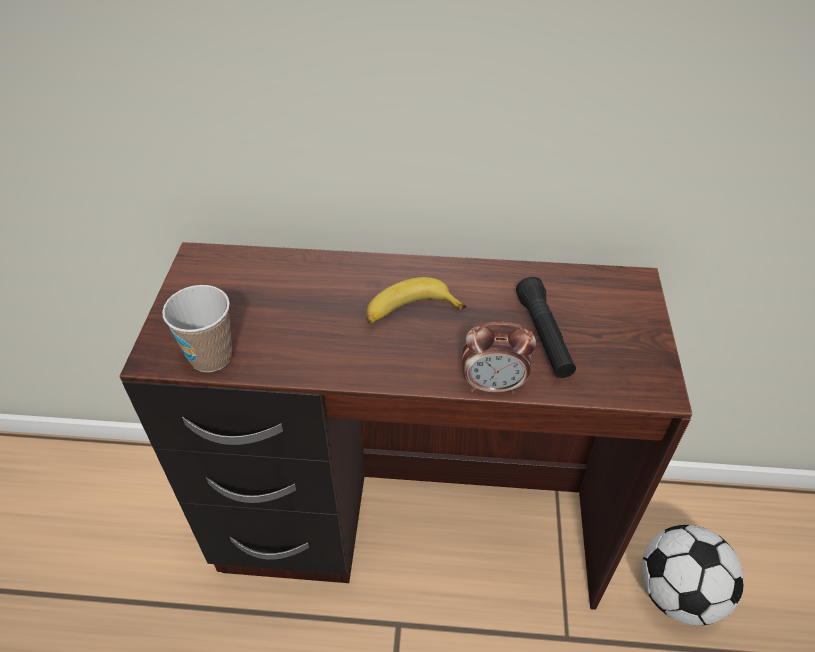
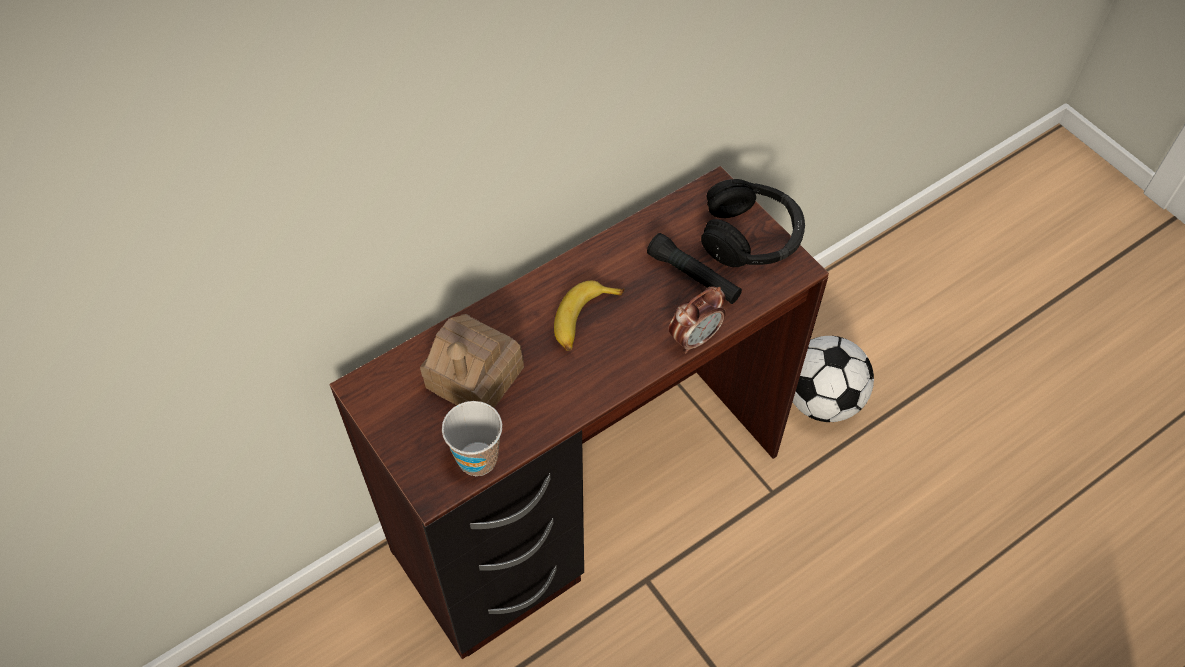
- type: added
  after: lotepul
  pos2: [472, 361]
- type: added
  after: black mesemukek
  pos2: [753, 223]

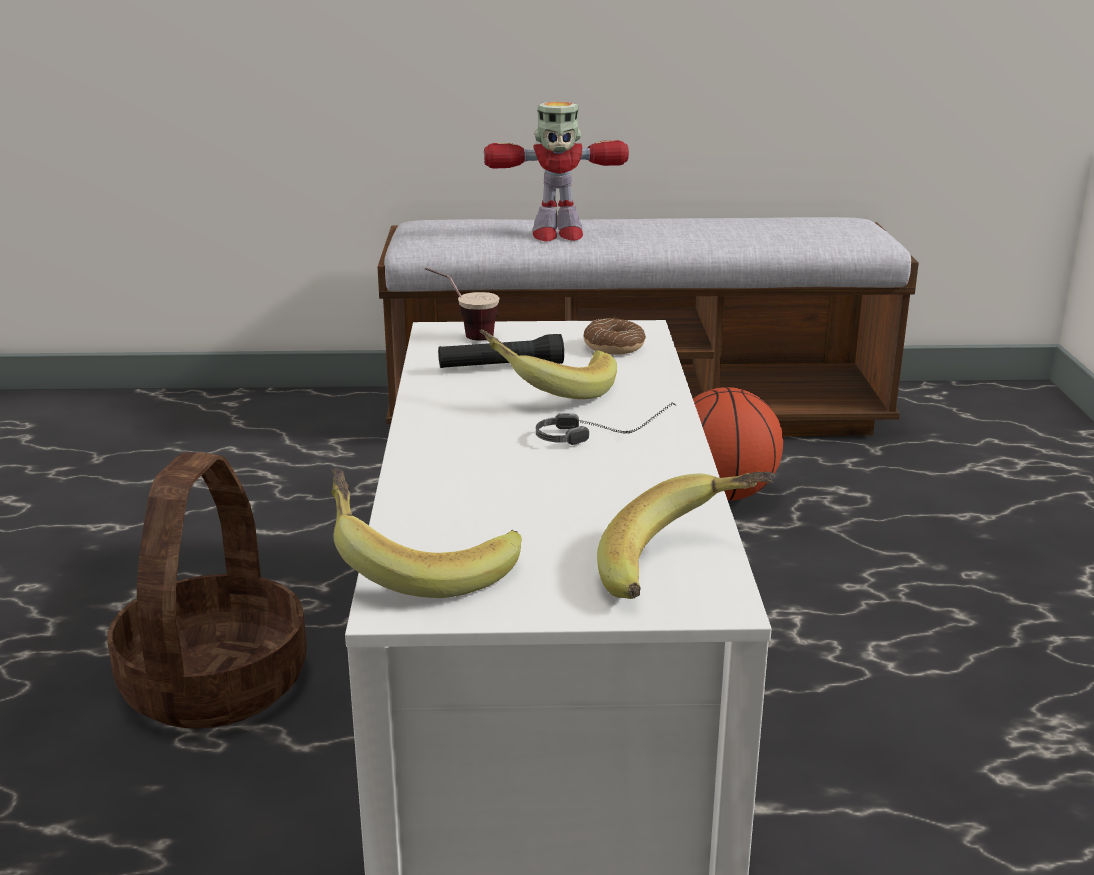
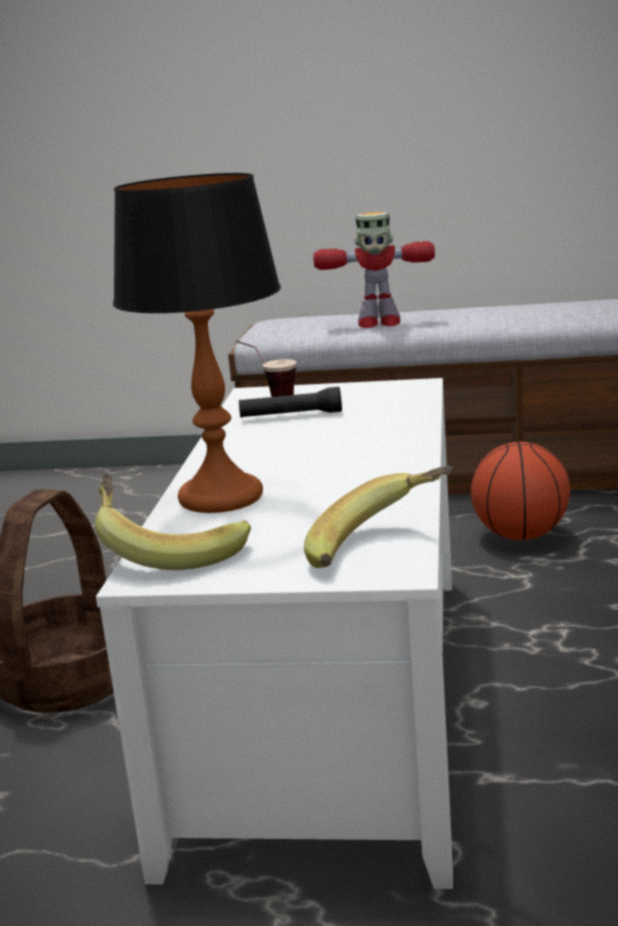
- type: removed
  before: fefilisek
  pos1: [548, 364]
- type: removed
  before: mesemukek
  pos1: [606, 424]
- type: removed
  before: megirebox
  pos1: [614, 336]
- type: added
  after: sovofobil
  pos2: [197, 343]

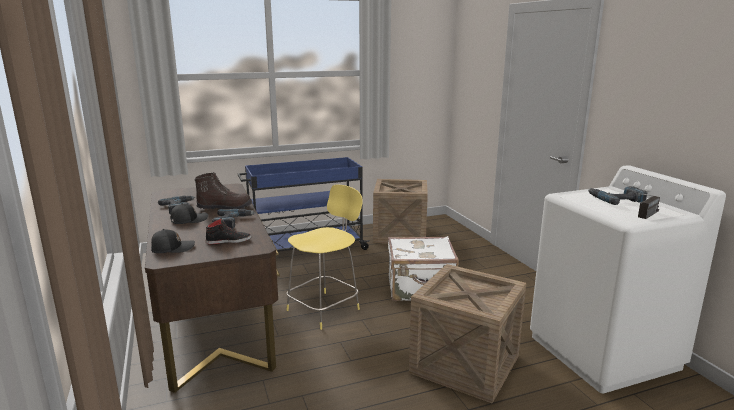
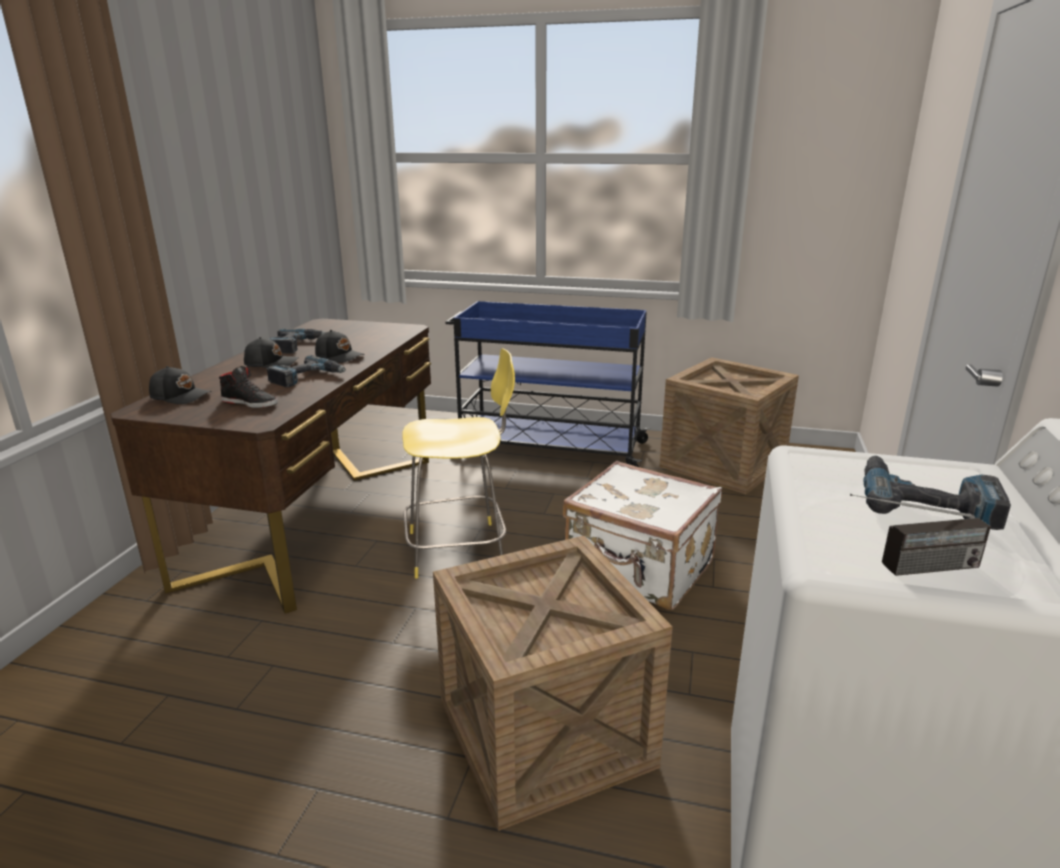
- type: replaced
  before: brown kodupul
  after: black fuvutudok
  pos1: [223, 190]
  pos2: [340, 346]

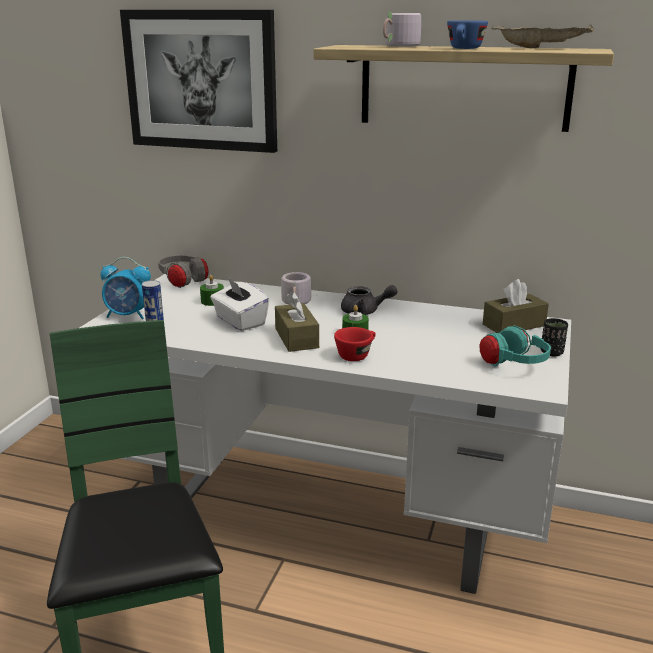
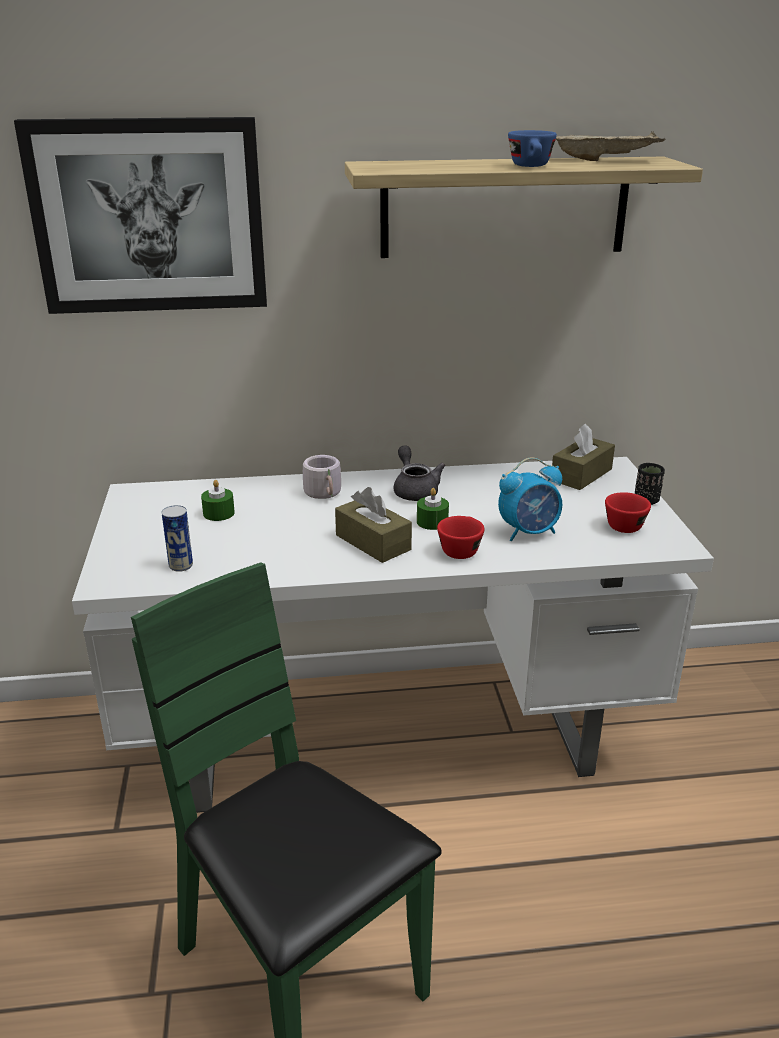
- type: moved
  before: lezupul
  pos1: [126, 288]
  pos2: [530, 499]
- type: removed
  before: grey mesemukek
  pos1: [183, 271]
- type: removed
  before: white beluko
  pos1: [239, 304]
- type: turned
  before: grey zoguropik
  pos1: [369, 300]
  pos2: [419, 473]
  turn: -90
- type: removed
  before: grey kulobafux
  pos1: [407, 29]
- type: replaced
  before: turquoise mesemukek
  after: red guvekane
  pos1: [515, 346]
  pos2: [628, 512]

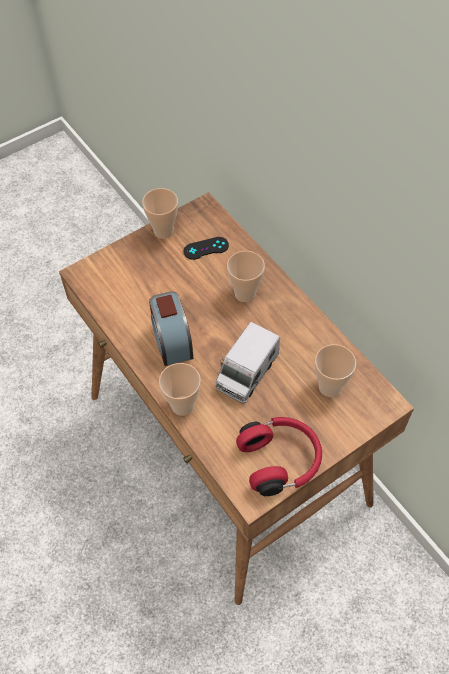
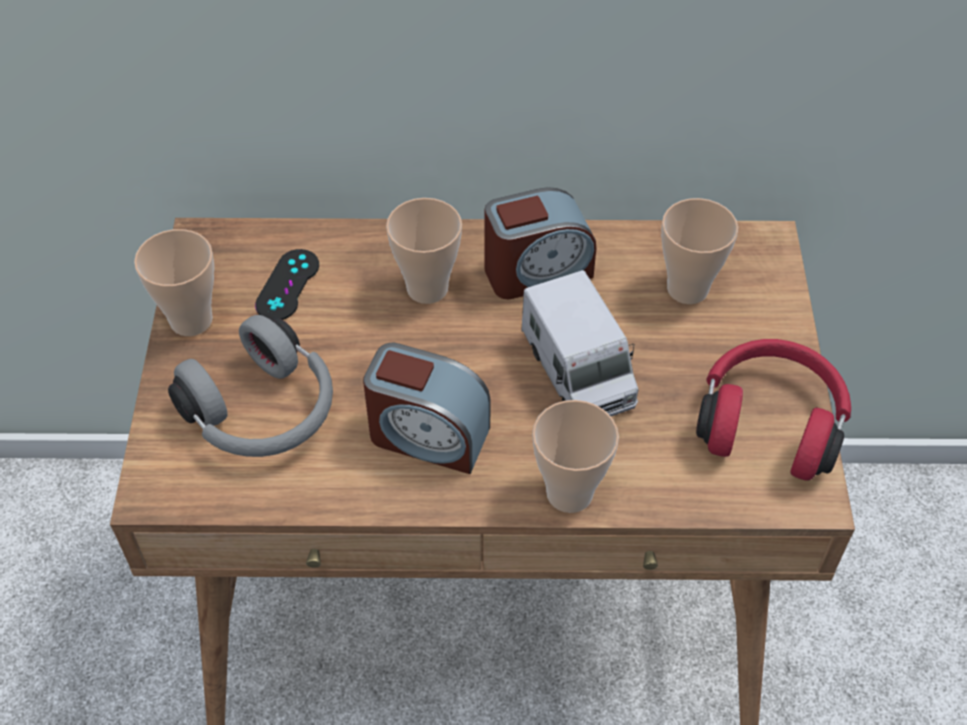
- type: added
  after: grey mesemukek
  pos2: [250, 386]
- type: added
  after: lezupul
  pos2: [540, 243]

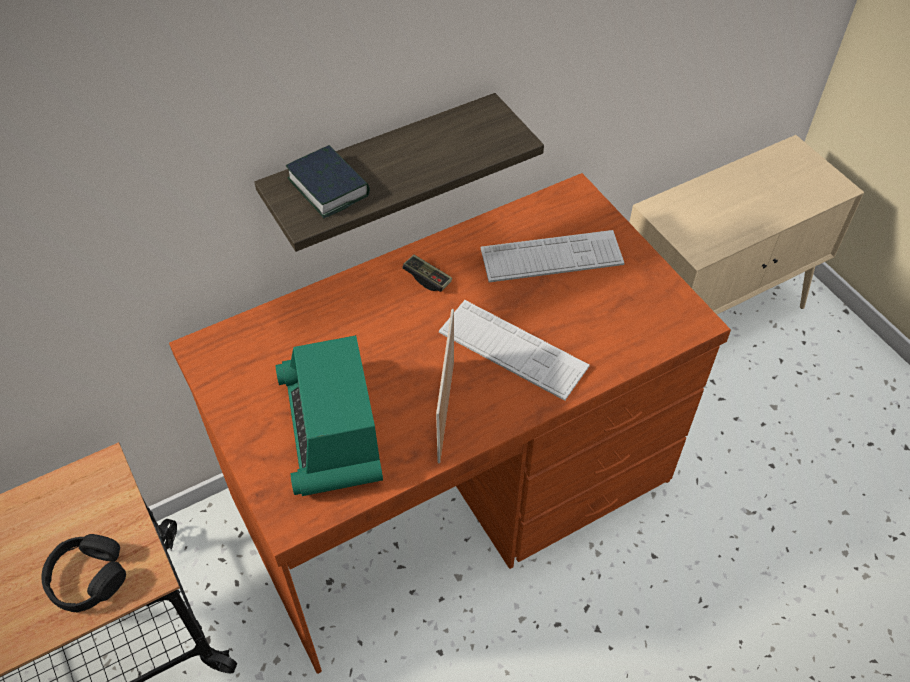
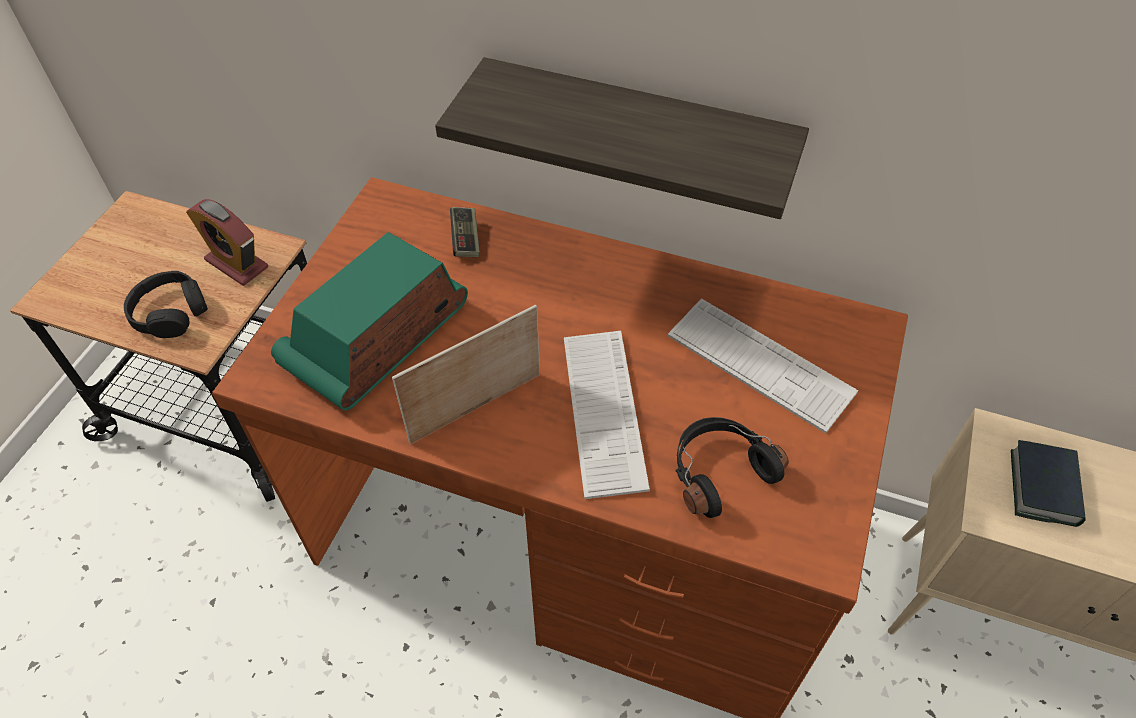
- type: moved
  before: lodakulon
  pos1: [328, 181]
  pos2: [1048, 483]
- type: moved
  before: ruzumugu
  pos1: [427, 273]
  pos2: [465, 232]
- type: added
  after: lezupul
  pos2: [227, 242]
- type: added
  after: black mesemukek
  pos2: [732, 467]

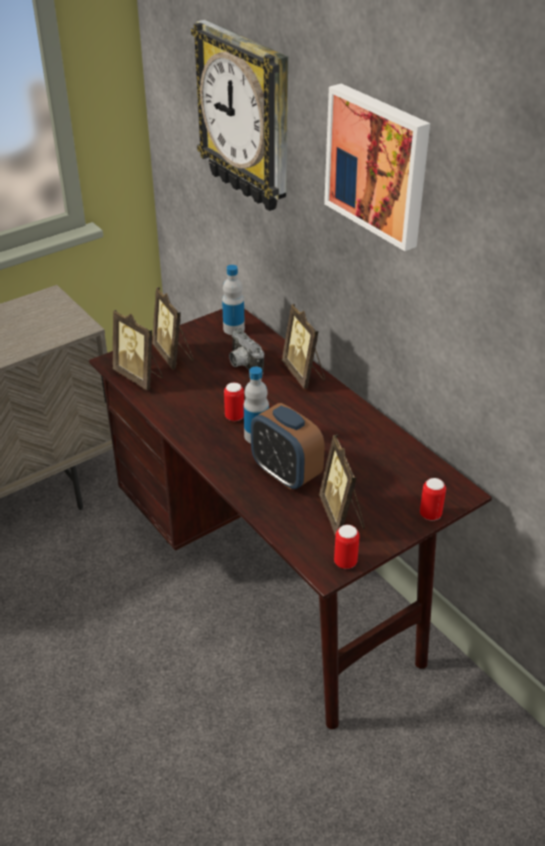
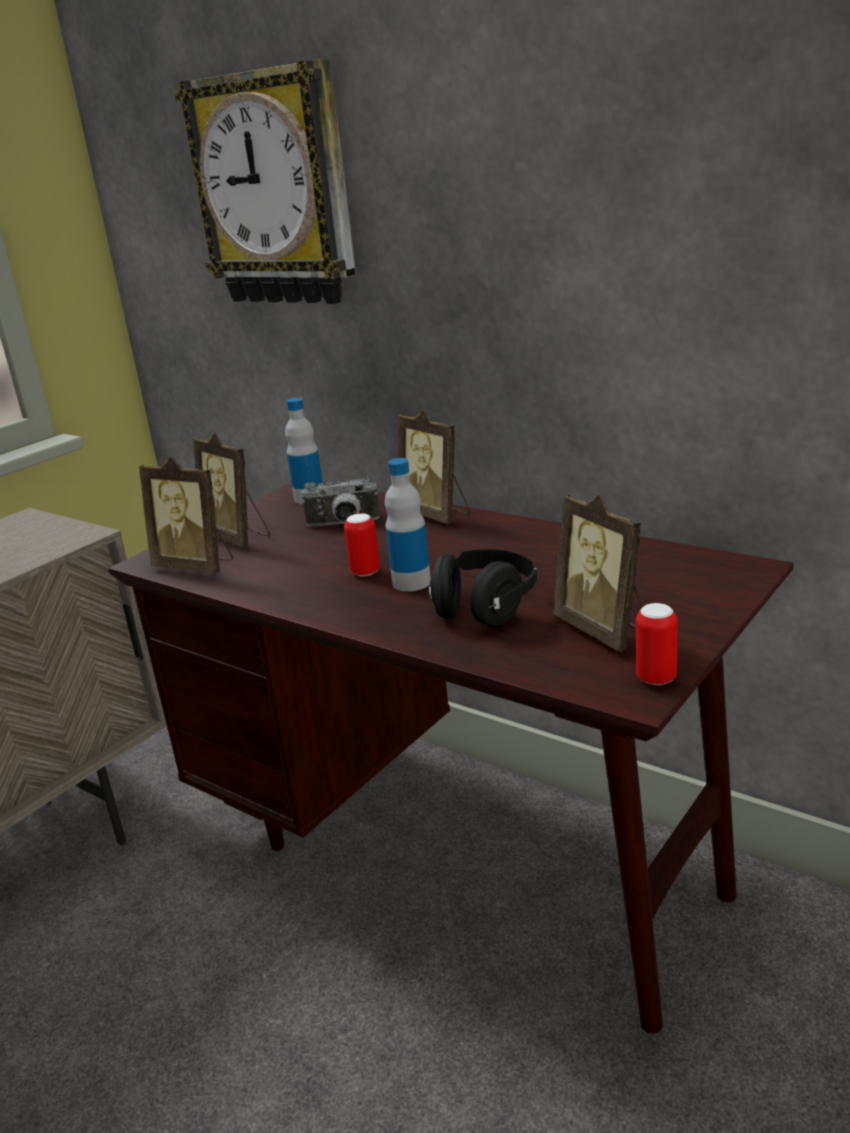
- type: turned
  before: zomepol
  pos1: [246, 351]
  pos2: [340, 502]
  turn: -45
- type: replaced
  before: lezupul
  after: black mesemukek
  pos1: [288, 446]
  pos2: [482, 588]
- type: removed
  before: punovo
  pos1: [377, 167]
- type: removed
  before: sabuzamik
  pos1: [433, 499]

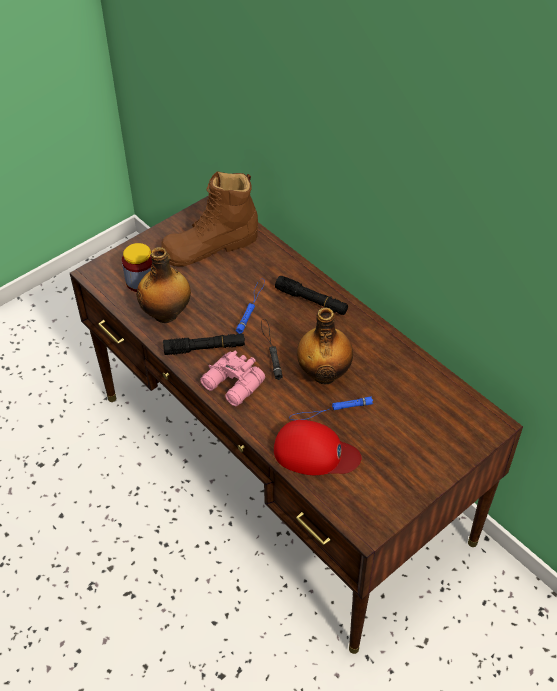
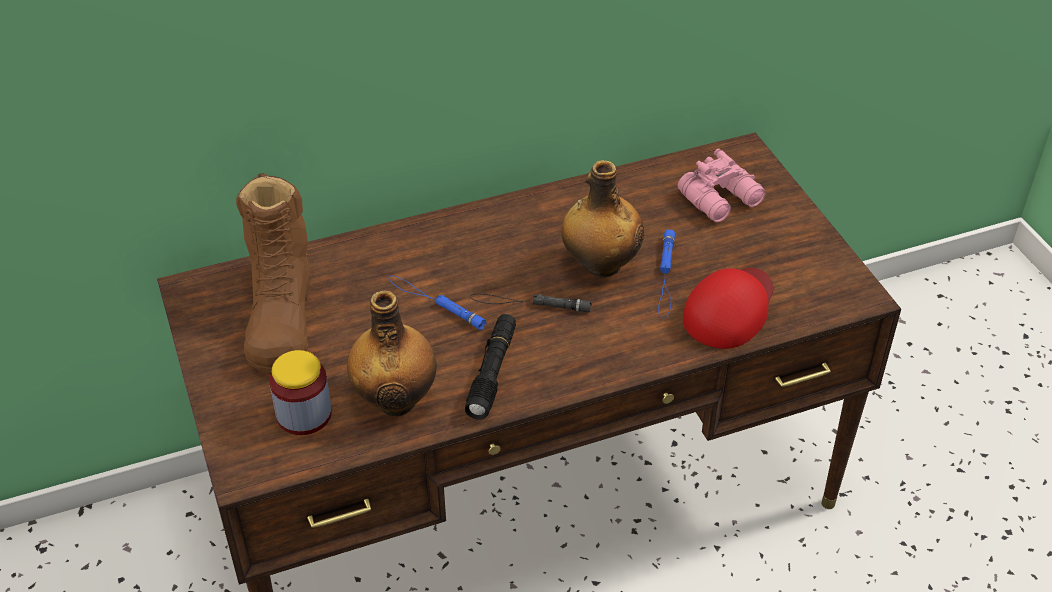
- type: moved
  before: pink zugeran
  pos1: [232, 378]
  pos2: [721, 185]
- type: removed
  before: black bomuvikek
  pos1: [311, 295]

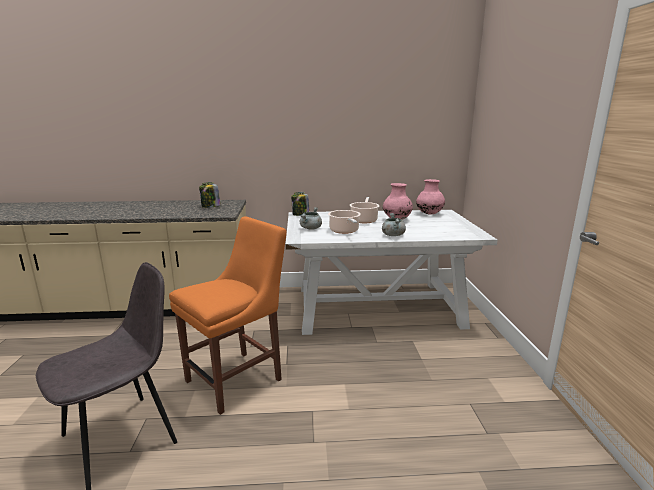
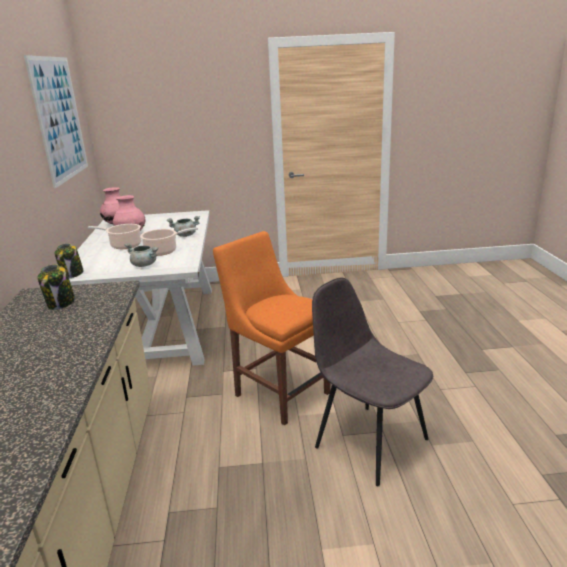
- type: added
  after: punovo
  pos2: [56, 121]

